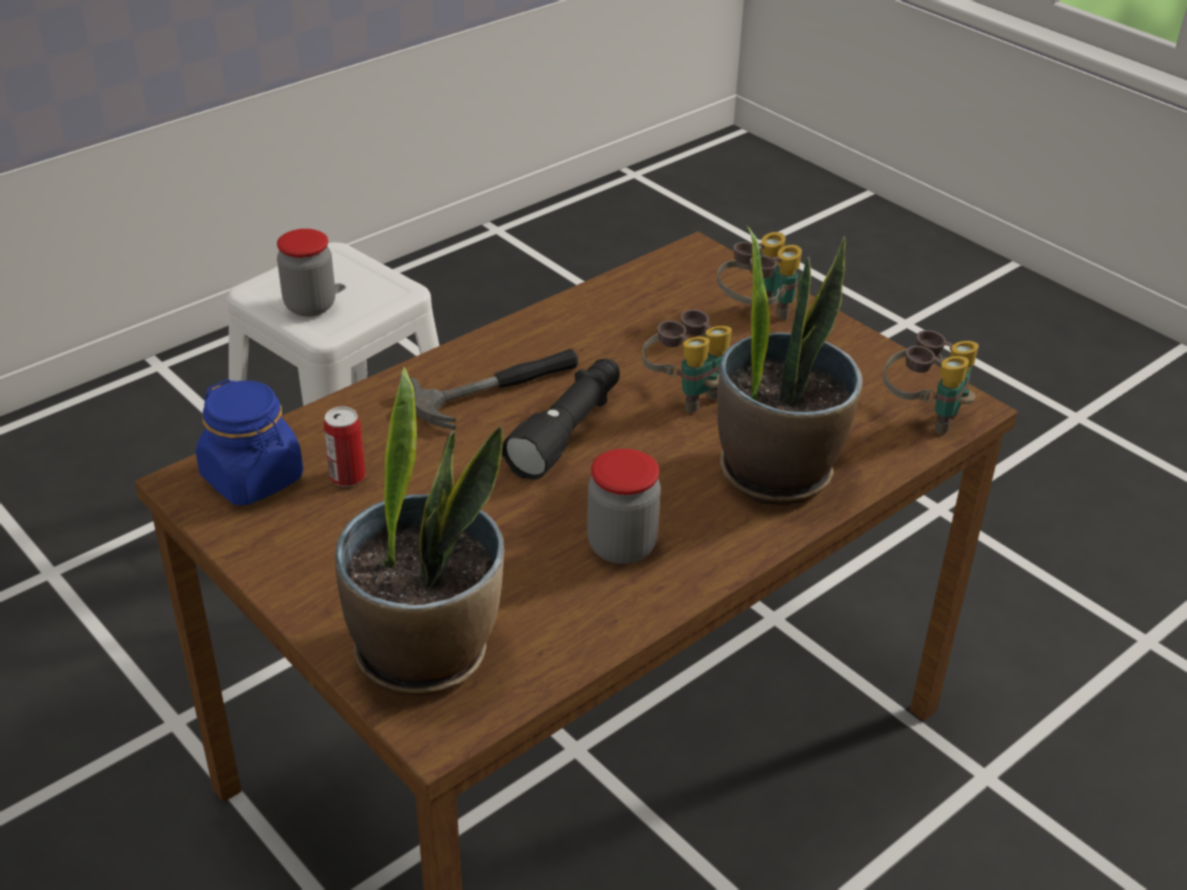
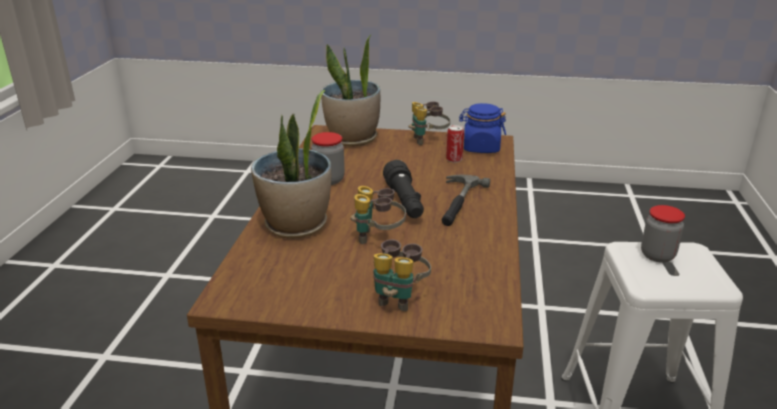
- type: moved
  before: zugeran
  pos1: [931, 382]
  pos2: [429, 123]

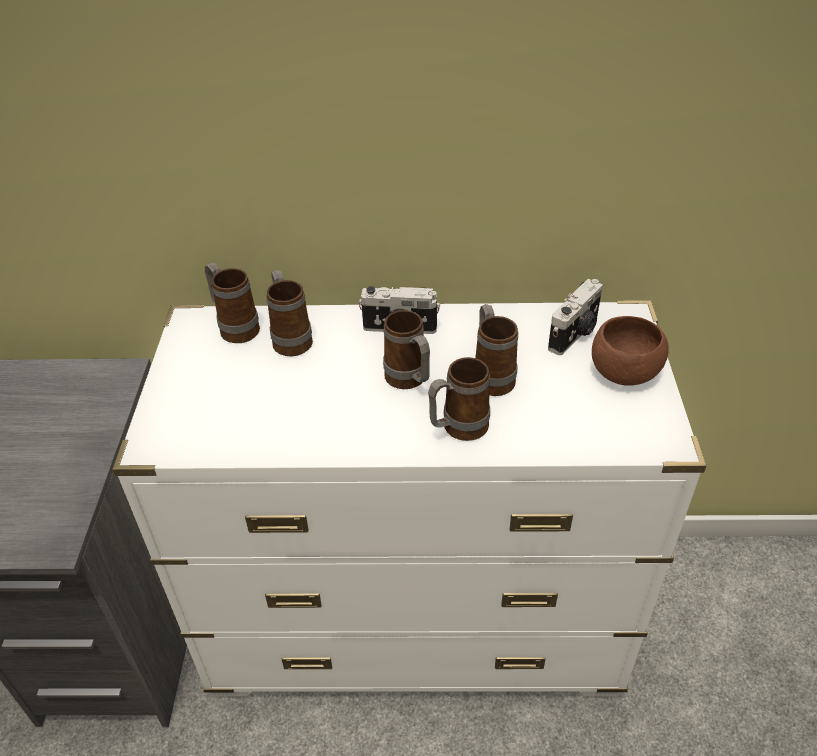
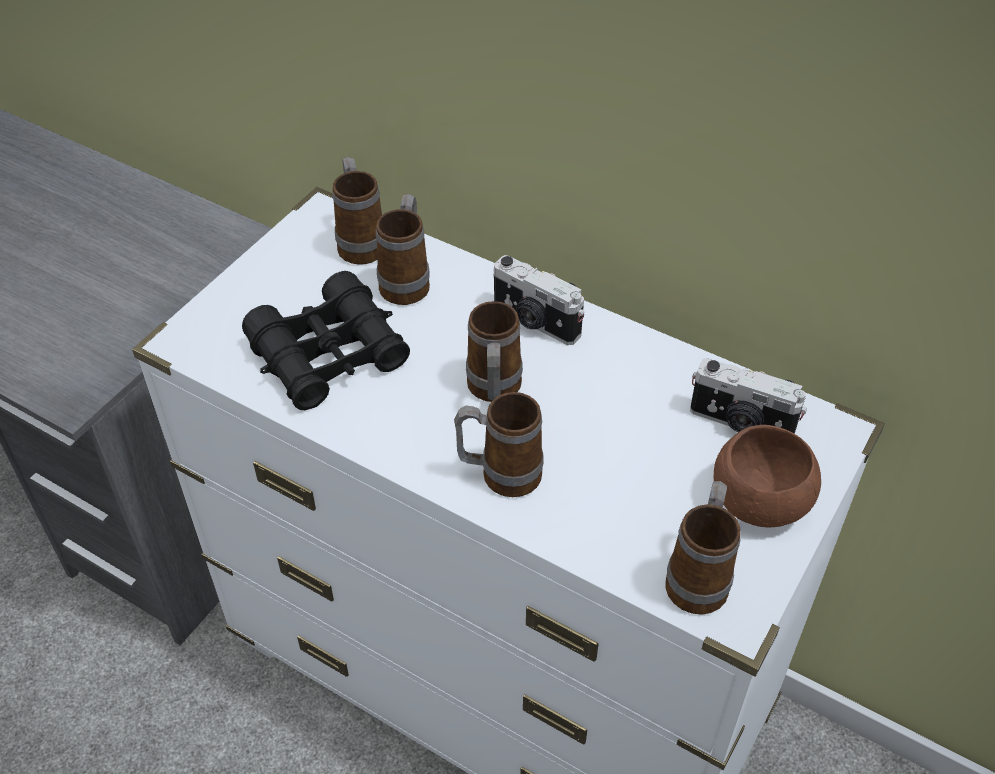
- type: moved
  before: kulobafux
  pos1: [496, 350]
  pos2: [703, 548]
- type: turned
  before: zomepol
  pos1: [575, 317]
  pos2: [748, 396]
  turn: 45
- type: added
  after: black zugeran
  pos2: [326, 340]

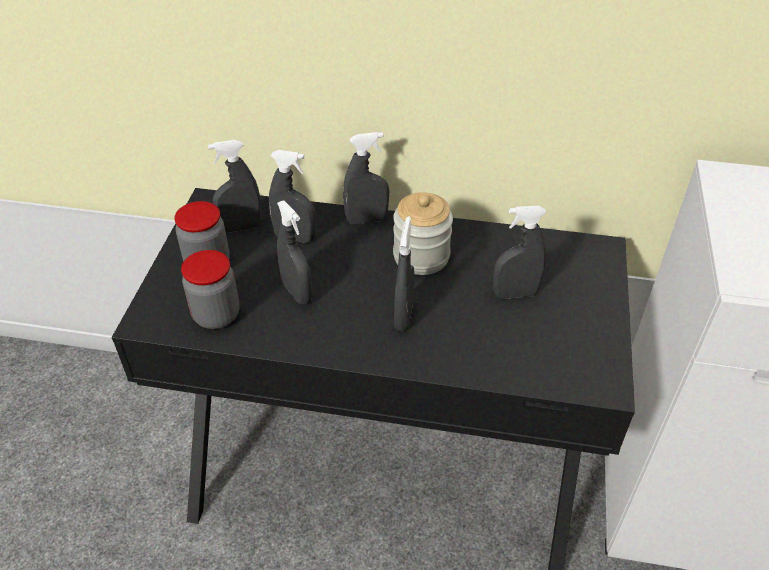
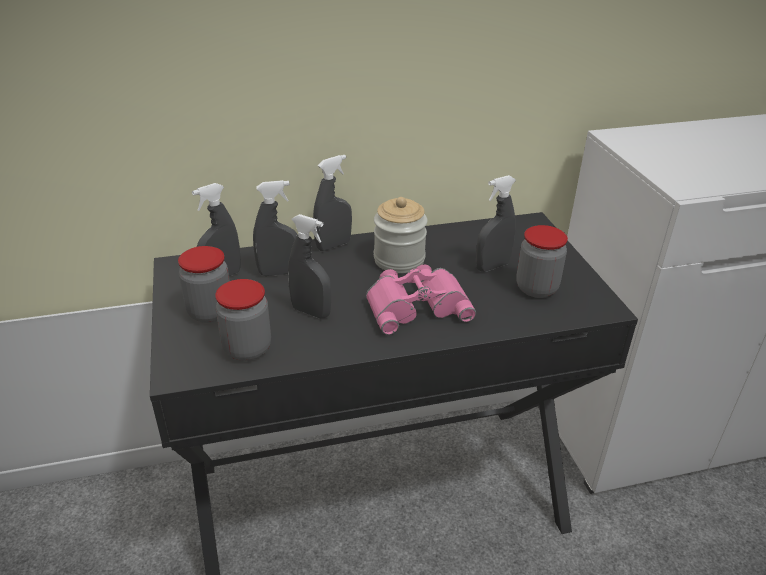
- type: replaced
  before: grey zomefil
  after: pink zugeran
  pos1: [404, 273]
  pos2: [421, 299]
- type: added
  after: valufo
  pos2: [542, 261]

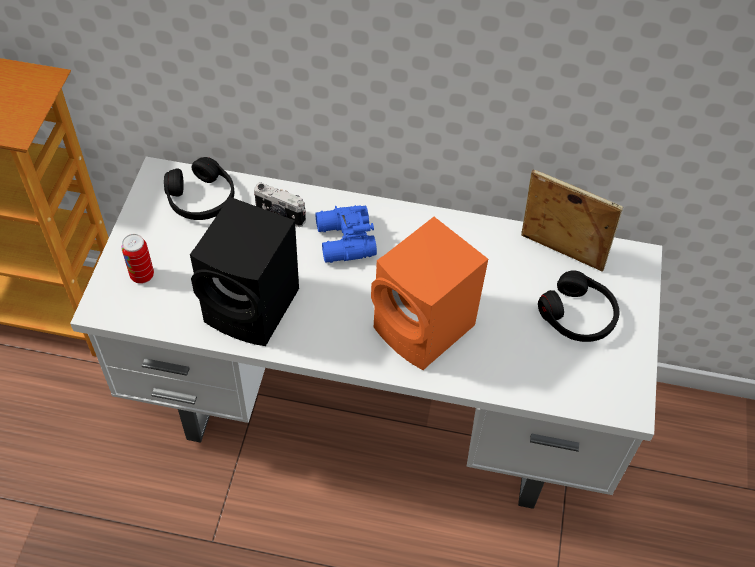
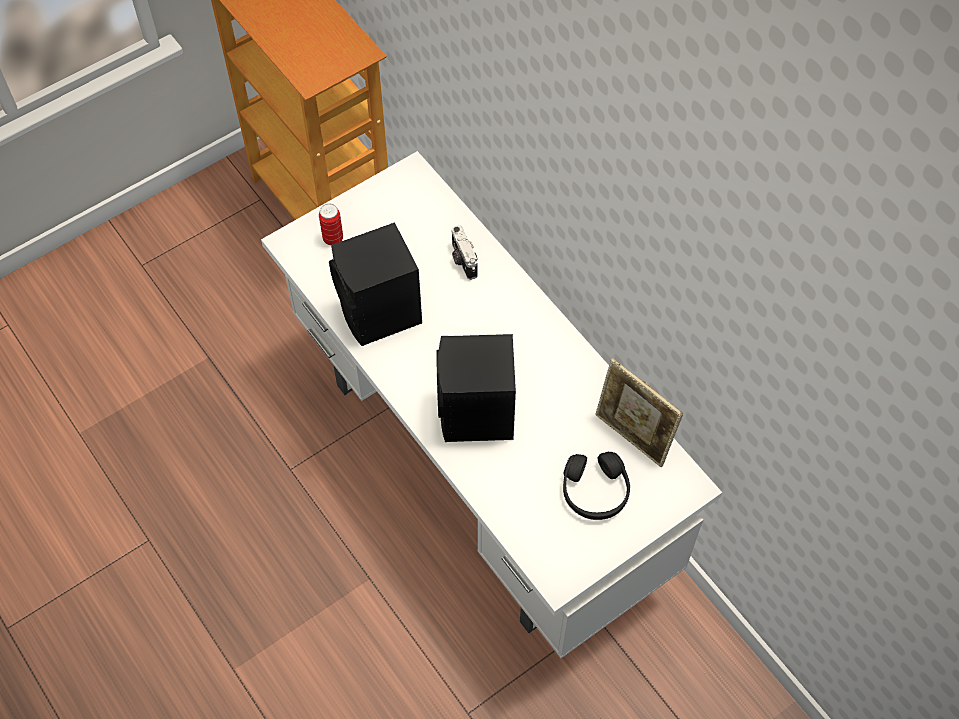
- type: removed
  before: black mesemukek
  pos1: [199, 188]
- type: removed
  before: blue zugeran
  pos1: [346, 234]
- type: recoloured
  before: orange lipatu
  after: black lipatu
  pos1: [429, 293]
  pos2: [476, 388]
- type: turned
  before: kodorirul
  pos1: [572, 221]
  pos2: [639, 412]
  turn: 150

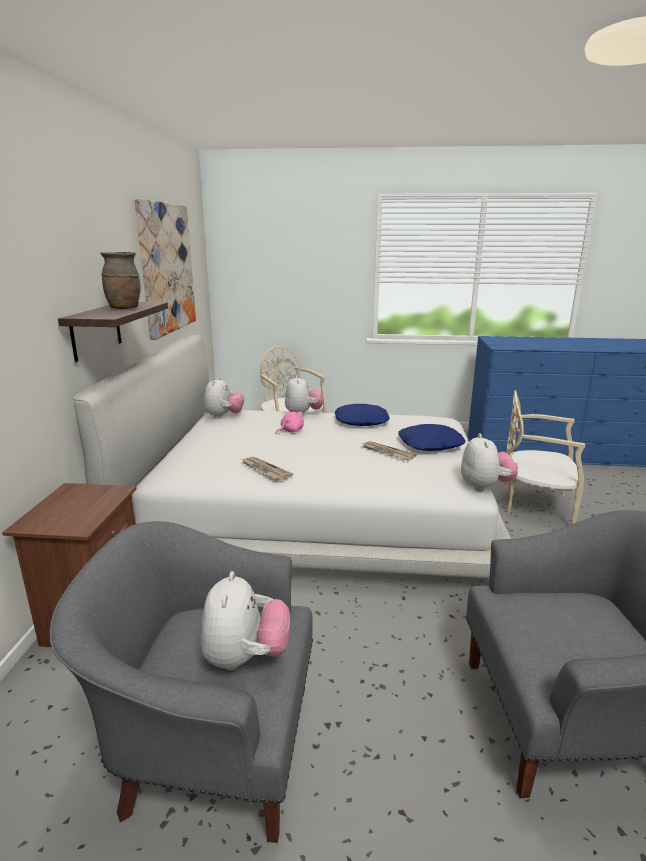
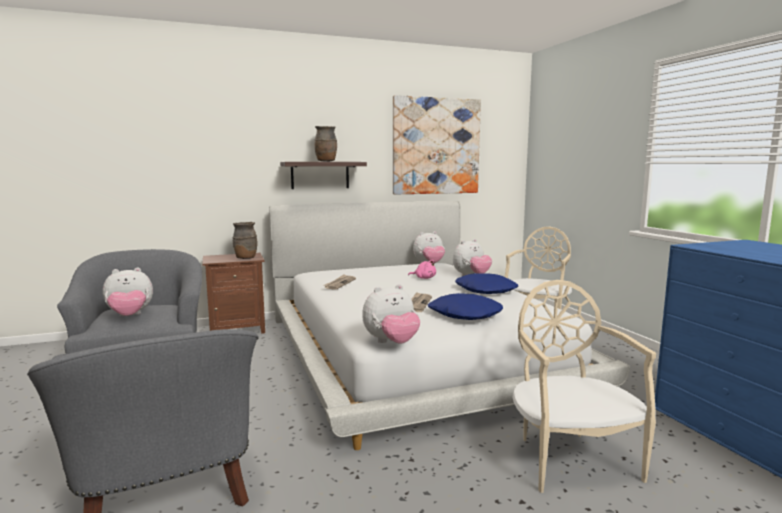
- type: added
  after: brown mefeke
  pos2: [245, 240]

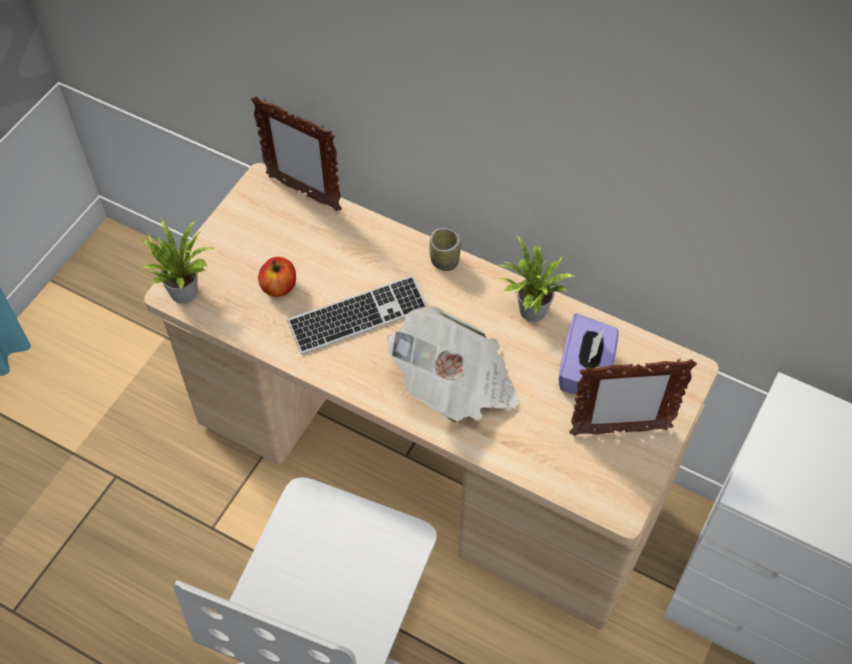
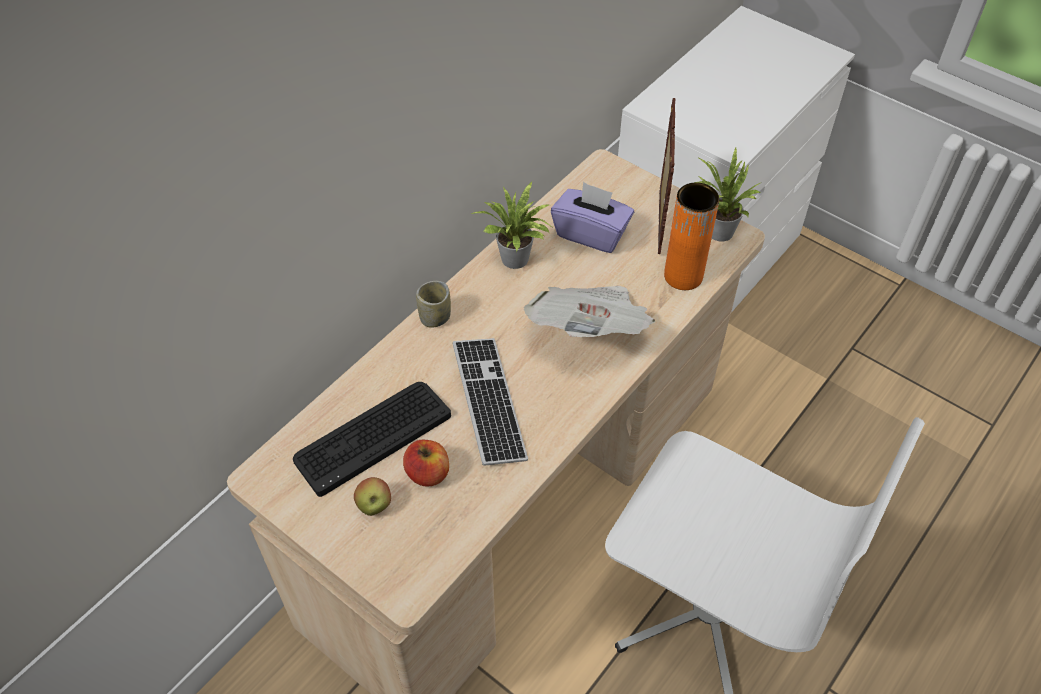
- type: moved
  before: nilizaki
  pos1: [177, 261]
  pos2: [727, 194]
- type: removed
  before: kodorirul
  pos1: [296, 153]
- type: added
  after: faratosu
  pos2: [372, 439]
- type: added
  after: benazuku
  pos2: [372, 496]
- type: added
  after: orange mefeke
  pos2: [691, 236]

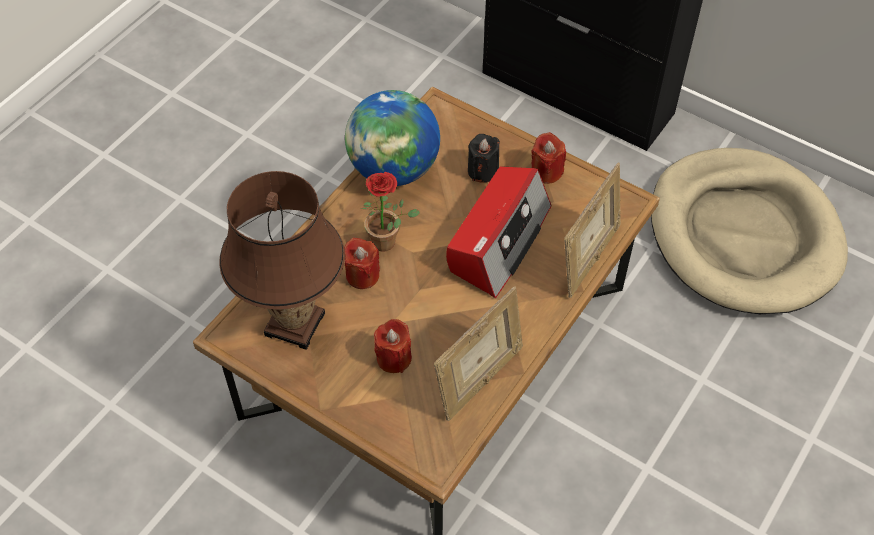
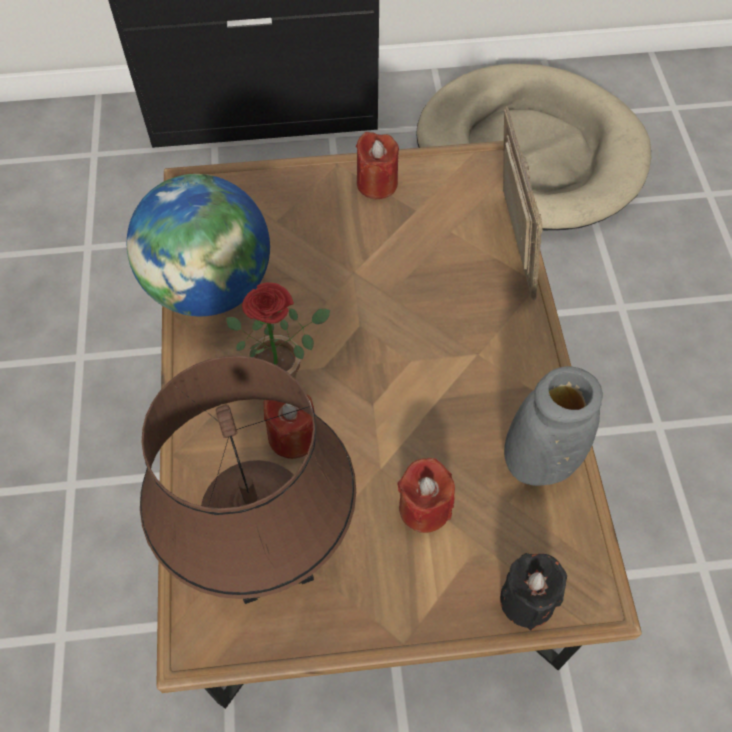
- type: replaced
  before: kodorirul
  after: grey mefeke
  pos1: [478, 353]
  pos2: [553, 426]
- type: removed
  before: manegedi
  pos1: [498, 232]
- type: moved
  before: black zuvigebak
  pos1: [484, 158]
  pos2: [533, 591]

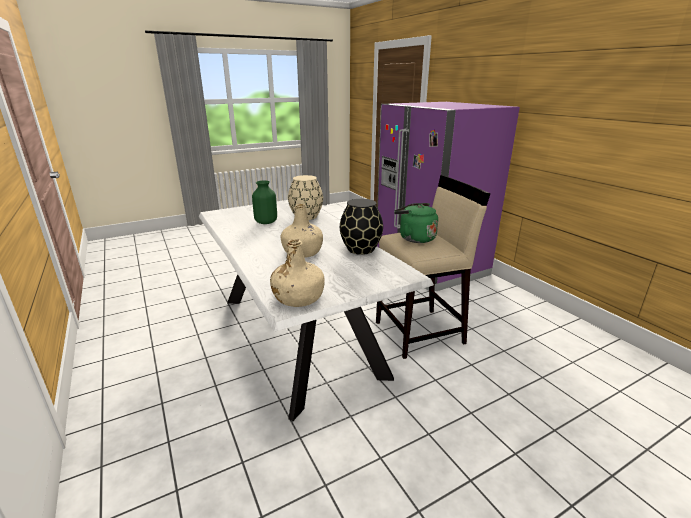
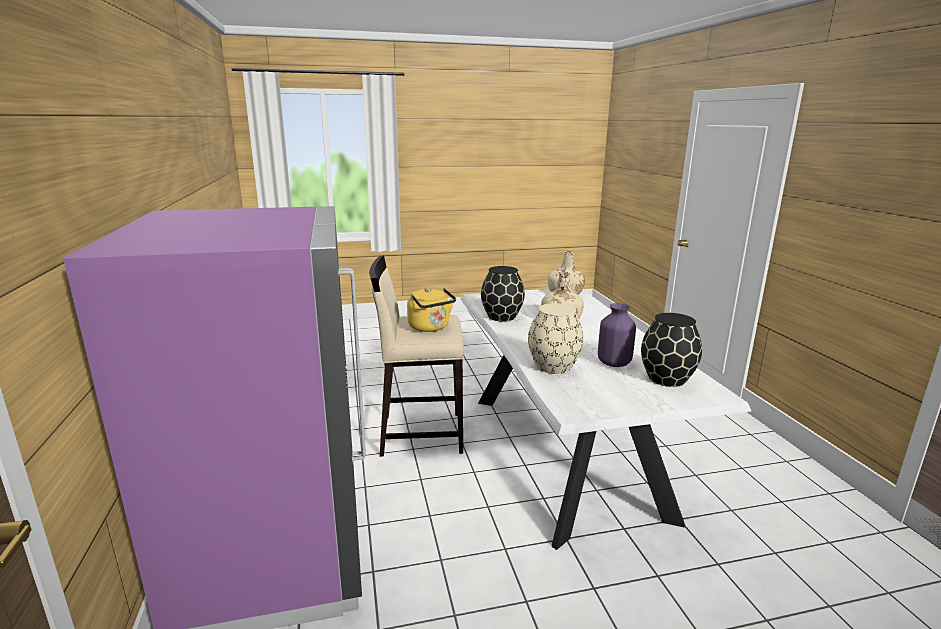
- type: recoloured
  before: green mefeke
  after: purple mefeke
  pos1: [264, 202]
  pos2: [617, 335]
- type: recoloured
  before: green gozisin
  after: yellow gozisin
  pos1: [416, 223]
  pos2: [431, 310]
- type: added
  after: black mefeke
  pos2: [671, 350]

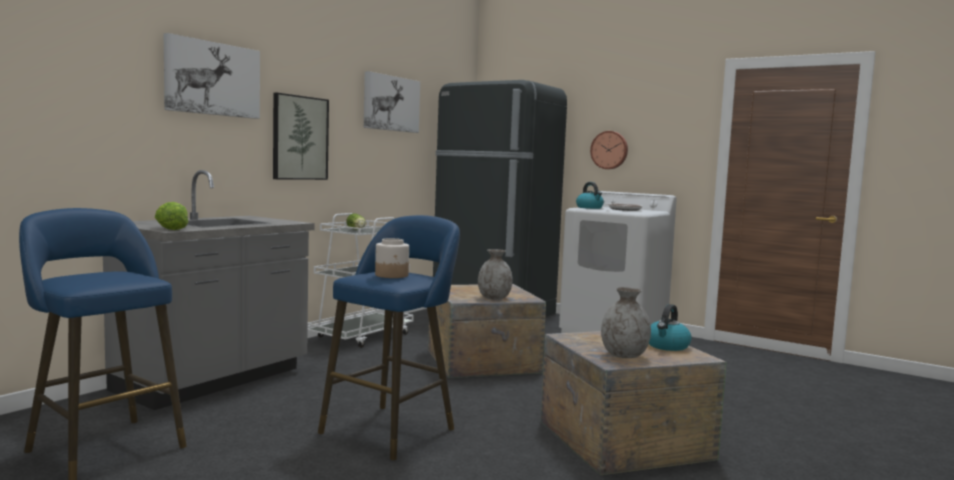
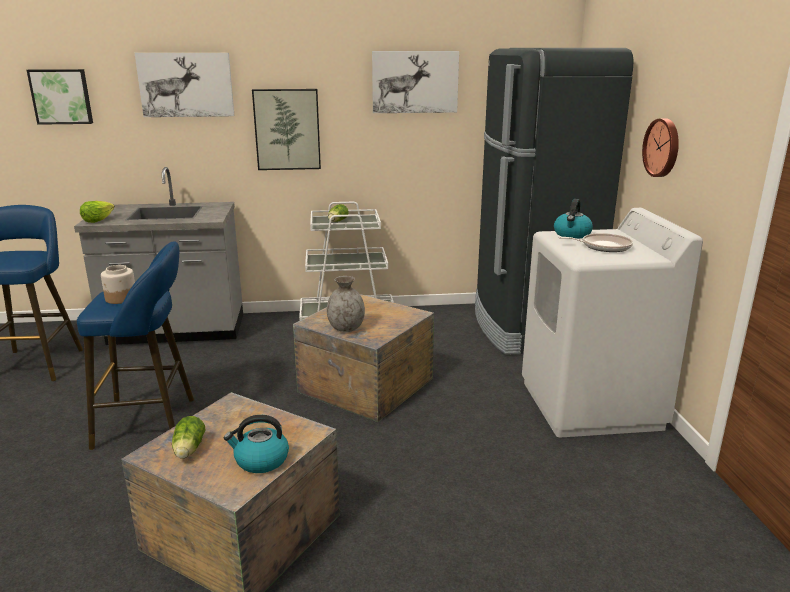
- type: replaced
  before: grey mefeke
  after: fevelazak
  pos1: [626, 322]
  pos2: [188, 437]
- type: added
  after: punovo
  pos2: [60, 97]

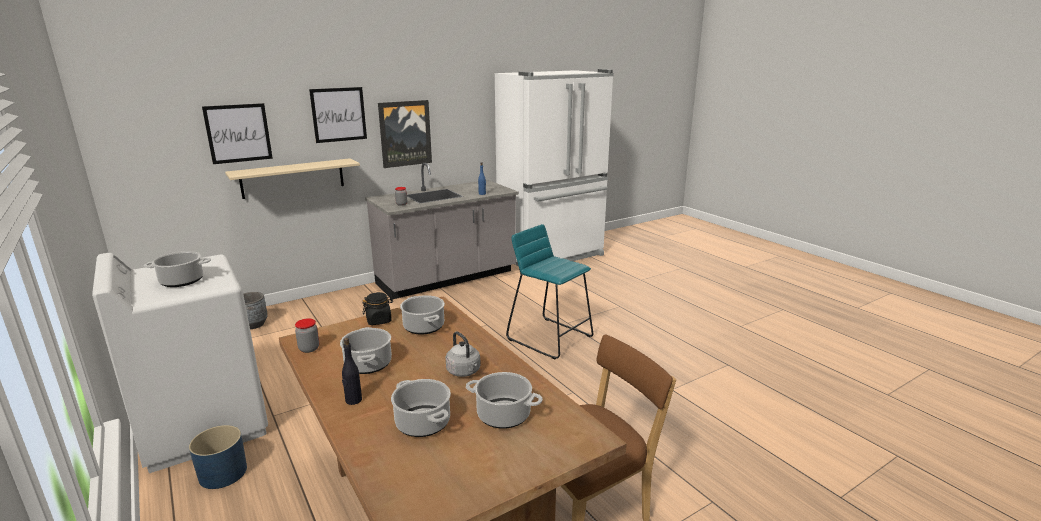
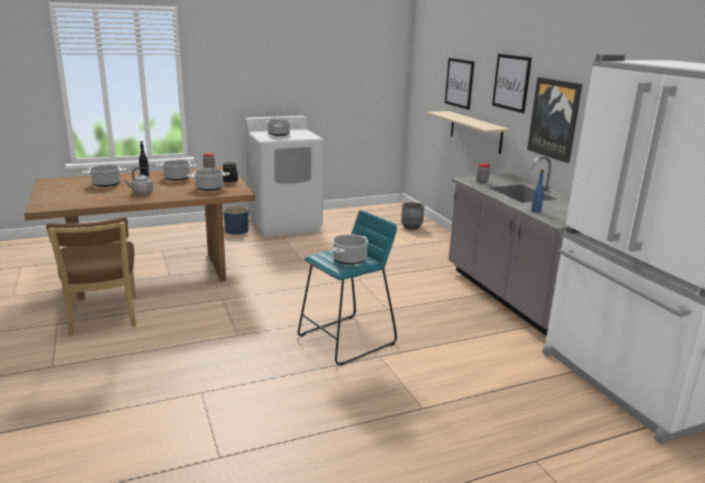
- type: moved
  before: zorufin
  pos1: [504, 400]
  pos2: [350, 249]

